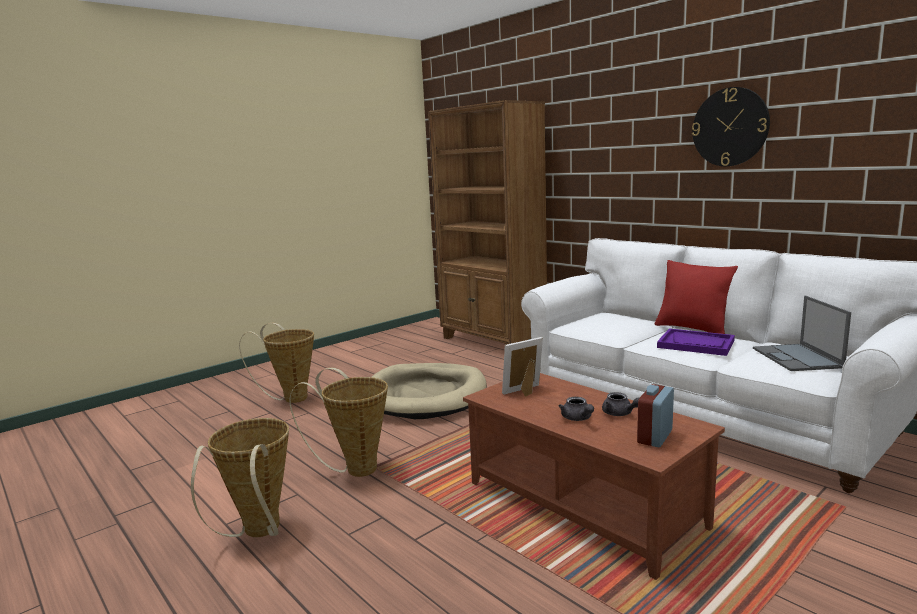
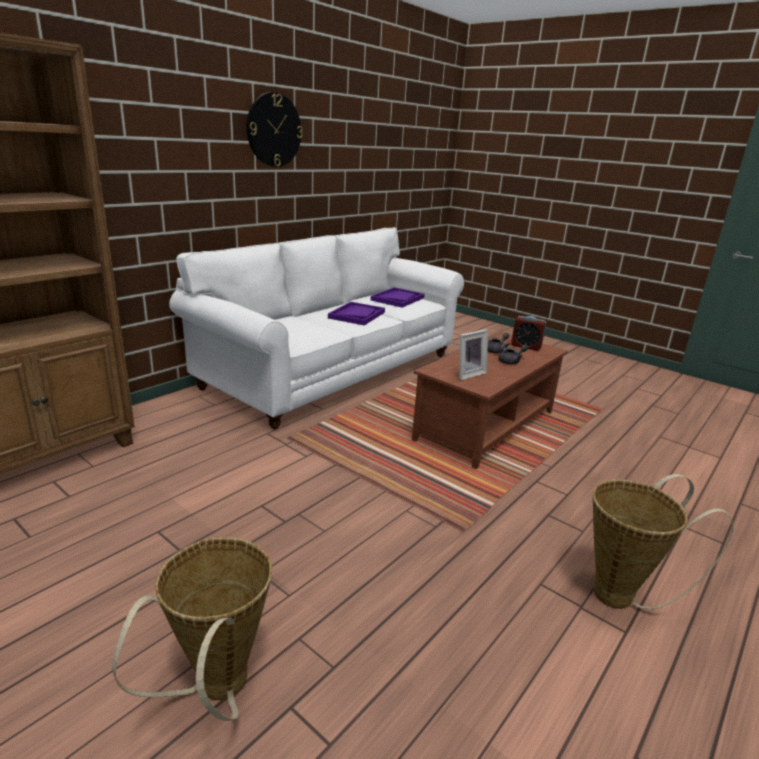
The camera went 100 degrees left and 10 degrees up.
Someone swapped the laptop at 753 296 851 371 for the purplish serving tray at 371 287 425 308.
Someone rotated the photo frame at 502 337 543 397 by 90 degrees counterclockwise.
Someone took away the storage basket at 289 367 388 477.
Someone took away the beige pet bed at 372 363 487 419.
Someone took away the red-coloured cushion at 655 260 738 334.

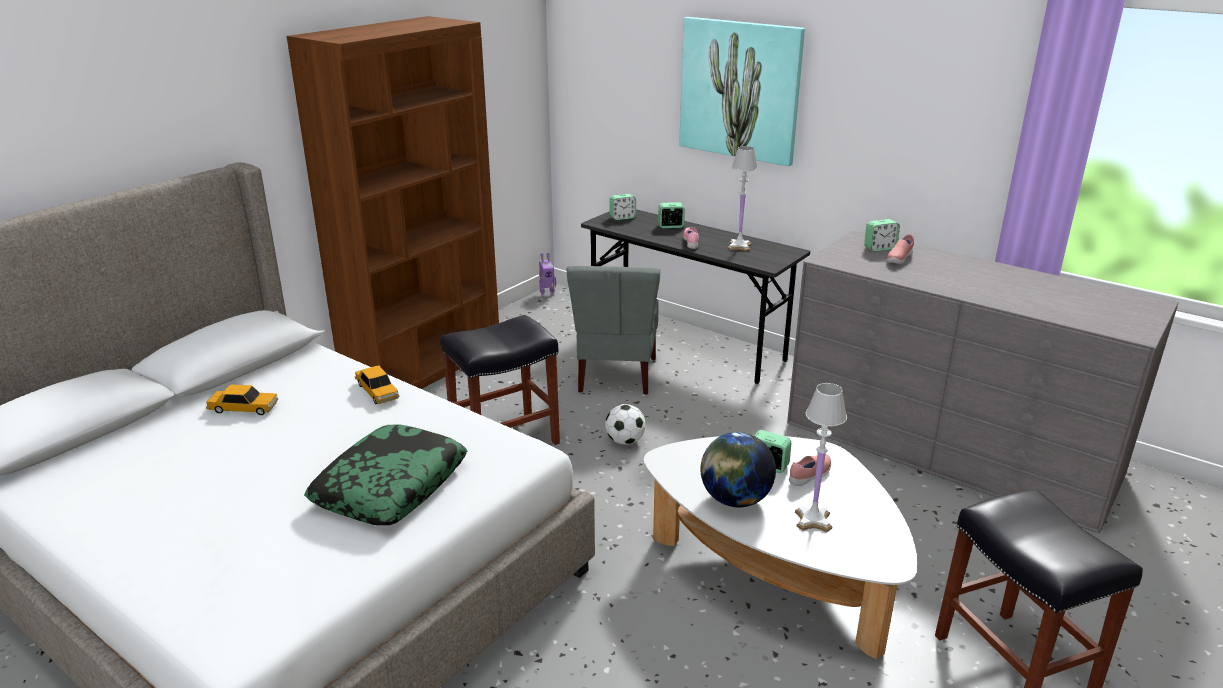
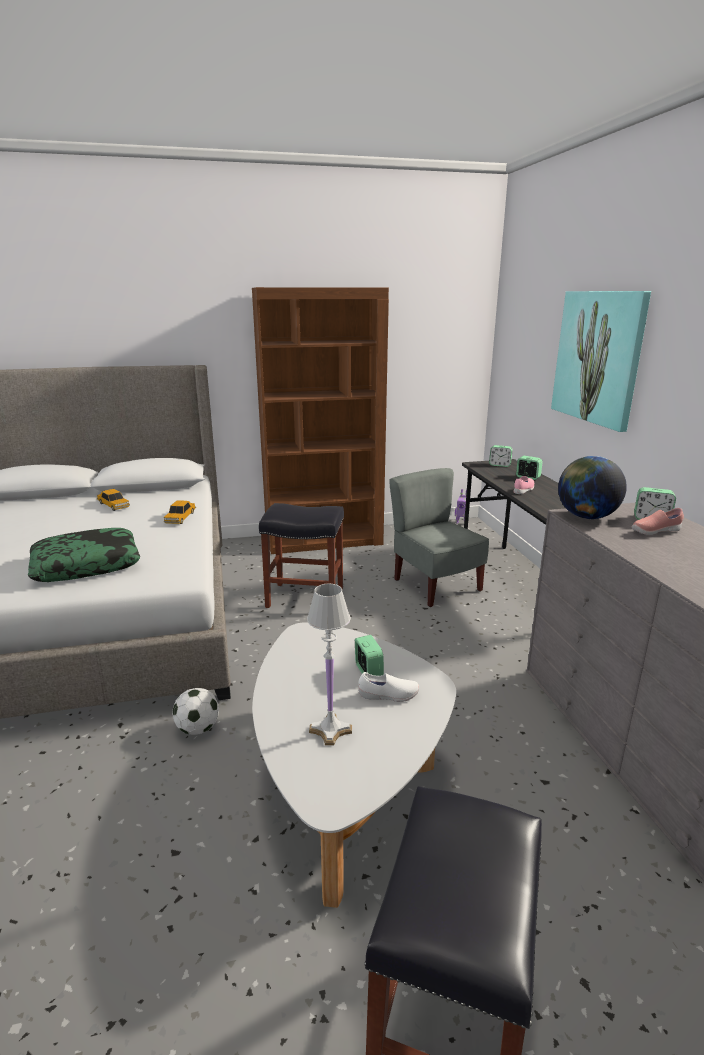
The camera went 40 degrees right and 5 degrees down.
Someone carried the ball for football from 605 404 646 445 to 172 688 219 735.
Someone repainted the pink low shoe at 789 454 831 486, which became the white low shoe at 358 672 419 702.
Someone rotated the grey chair at 567 266 661 395 by 105 degrees clockwise.
Someone carried the world globe from 701 432 776 507 to 558 456 627 519.
Someone took away the white lamp for a table at 727 146 758 252.

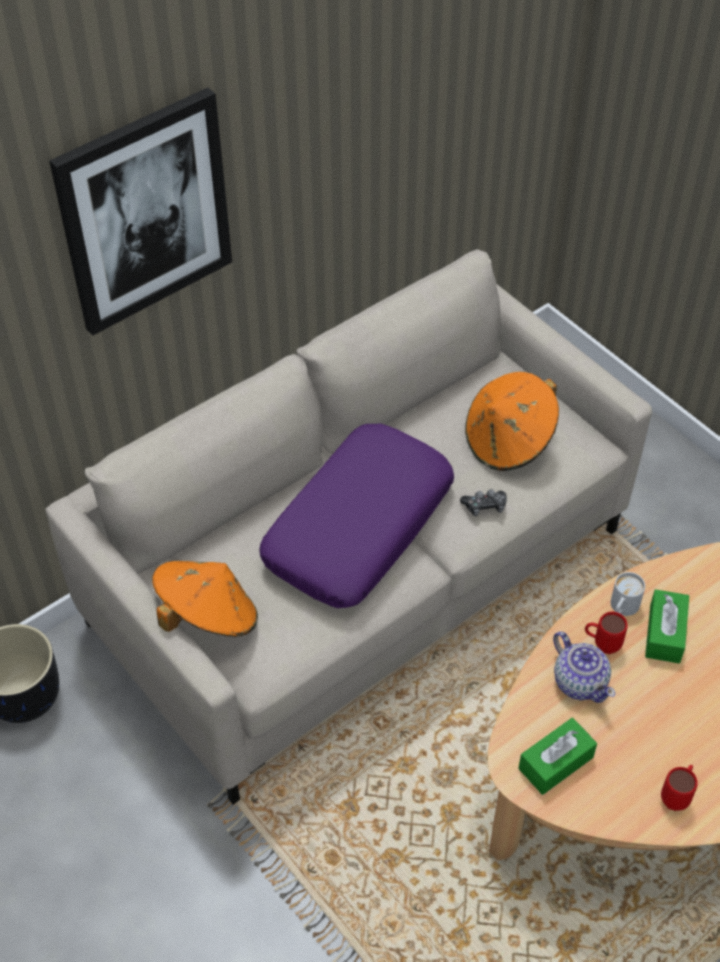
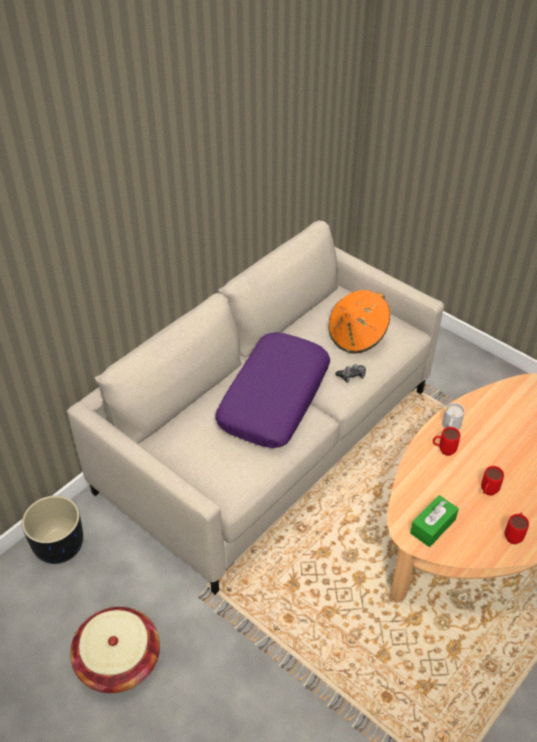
The camera went 10 degrees left and 5 degrees down.
Someone put down the storage basket at 70 607 160 693.
Someone put down the red-coloured mug at 481 466 504 496.
Someone took away the picture at 49 87 232 335.
Someone took away the orange-coloured clothing hat at 152 561 258 637.
Someone took away the tea pot at 553 631 615 703.
Someone took away the green-coloured box of tissues at 645 589 689 664.

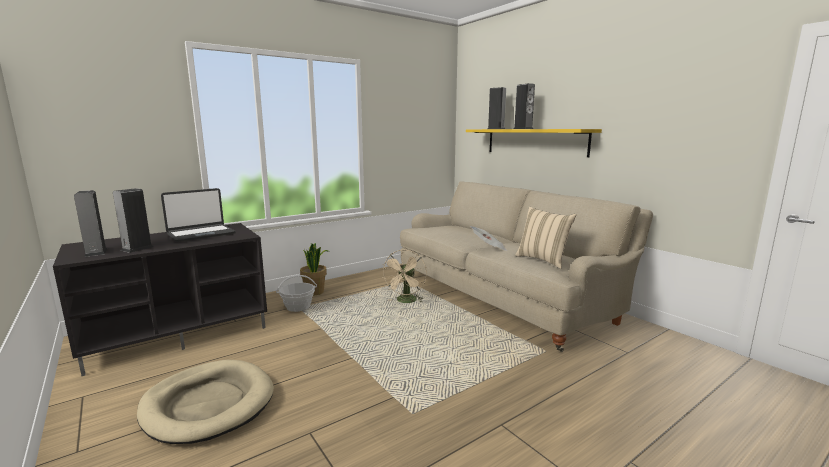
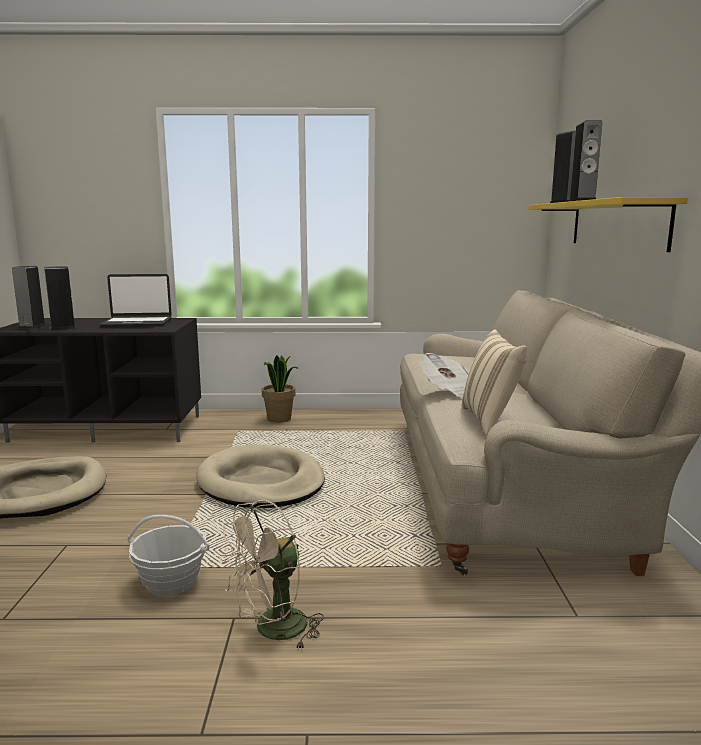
The camera went 35 degrees right and 0 degrees up.
Someone carried the storage basket from 276 275 317 312 to 127 515 209 596.
Someone put down the beige pet bed at 196 444 325 508.
Someone carried the beige electric fan from 382 250 427 303 to 220 500 324 650.

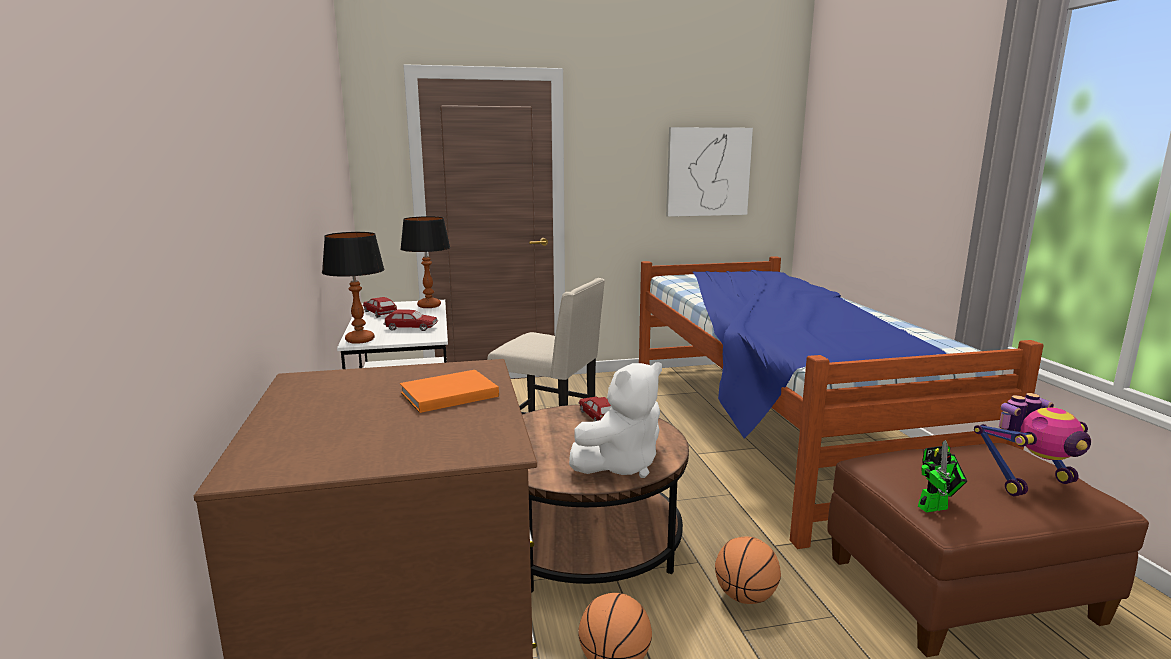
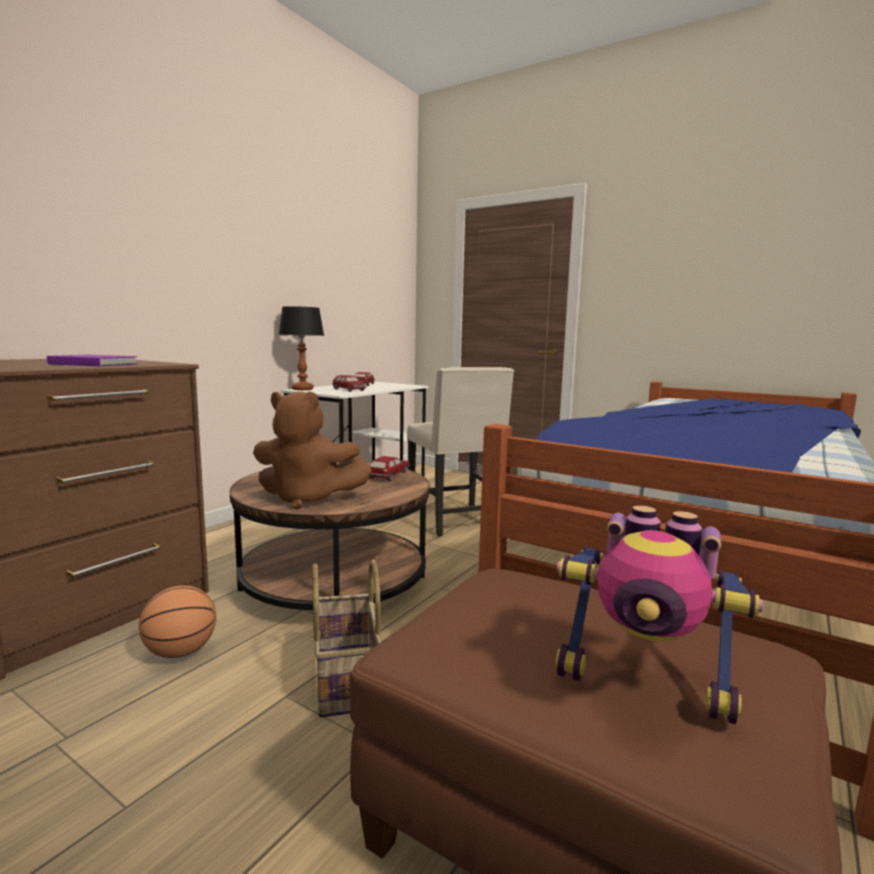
The camera went 45 degrees right and 5 degrees down.
Someone repainted the orange-coloured volume at 400 370 499 413, which became the purplish volume at 47 355 138 366.
Someone repainted the white soft toy at 569 362 662 478, which became the brown-coloured soft toy at 253 391 372 509.
Someone swapped the basketball ball at 715 537 781 604 for the storage basket at 312 560 382 718.
Someone took away the lamp for a table at 400 216 451 308.
Someone took away the picture at 666 127 753 217.
Someone took away the toy robot at 918 440 967 513.

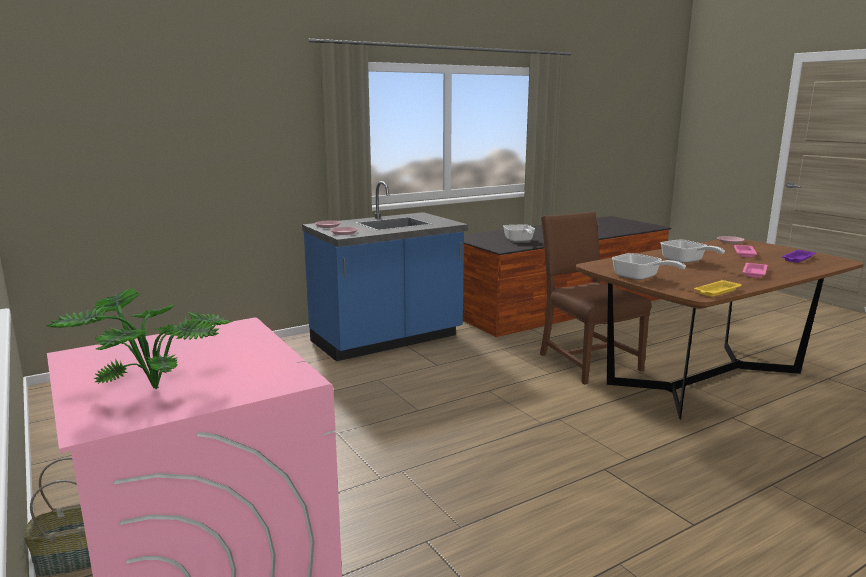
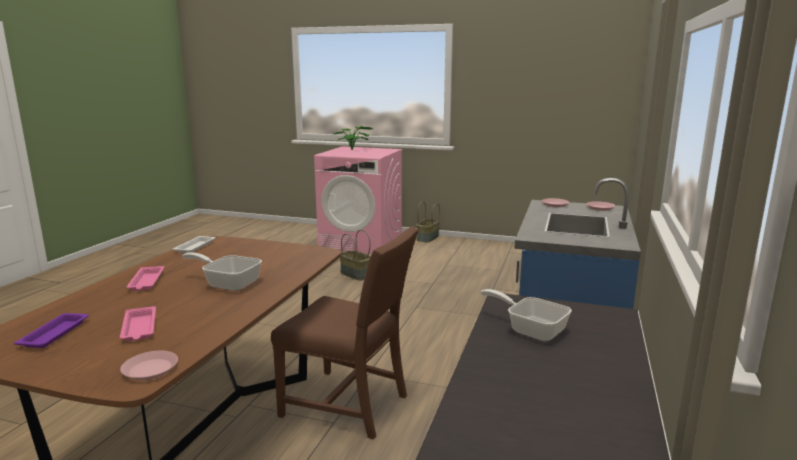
The camera went 140 degrees right and 0 degrees up.
Someone repainted the yellow-coloured serving tray at 694 280 742 297, which became the white serving tray at 172 236 216 253.
Someone put down the storage basket at 340 230 370 280.
Someone took away the skillet at 612 253 686 280.

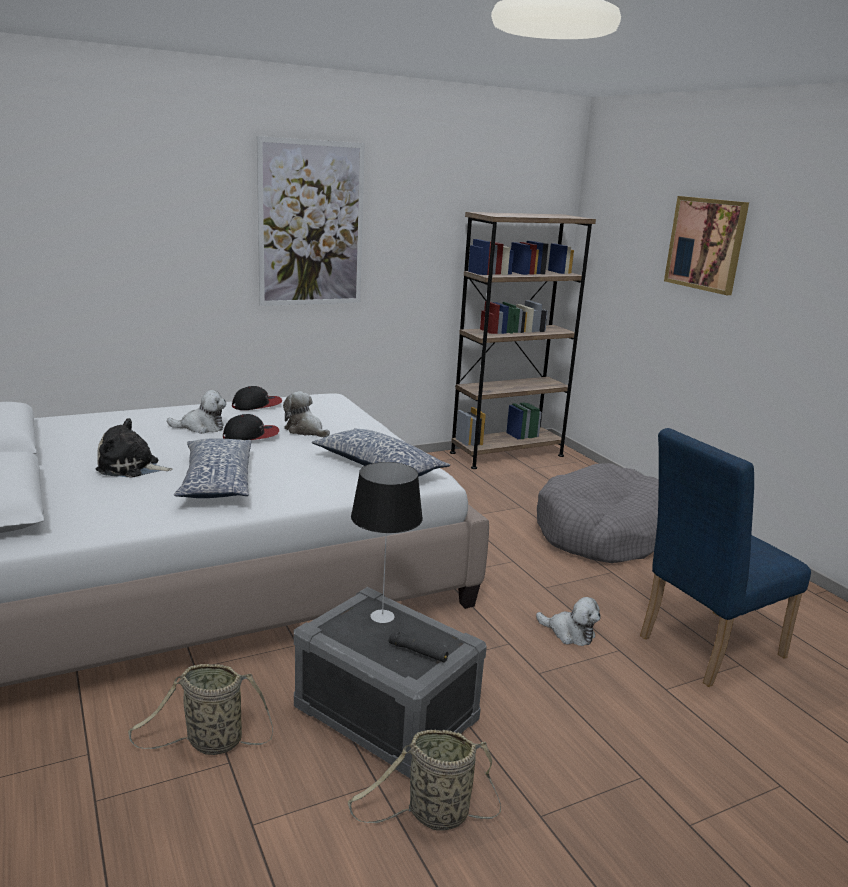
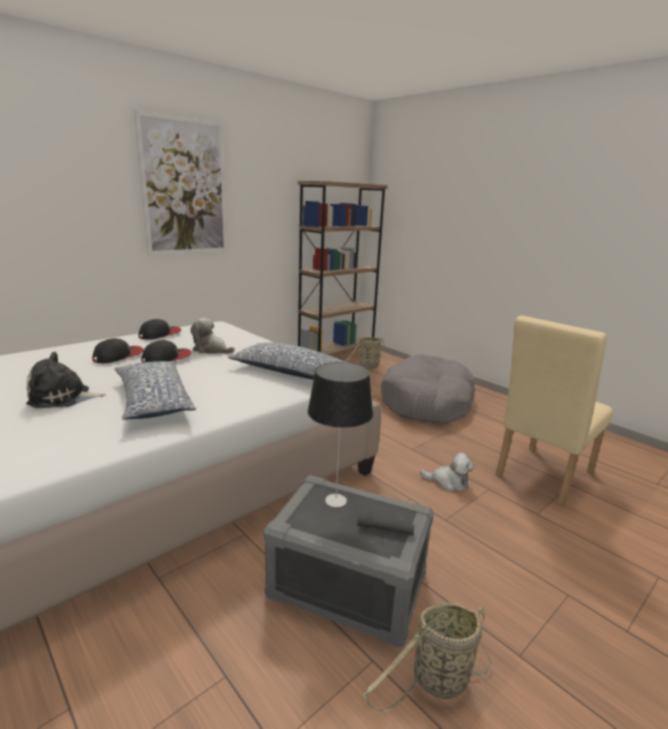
The camera went 15 degrees left and 0 degrees up.
Someone swapped the soft toy at 167 390 226 434 for the peaked cap at 92 338 144 363.
Someone carried the storage basket from 128 664 273 755 to 346 337 388 369.
Someone repainted the blue chair at 640 428 811 687, which became the beige chair at 495 315 613 506.
Someone took away the picture at 664 196 749 295.

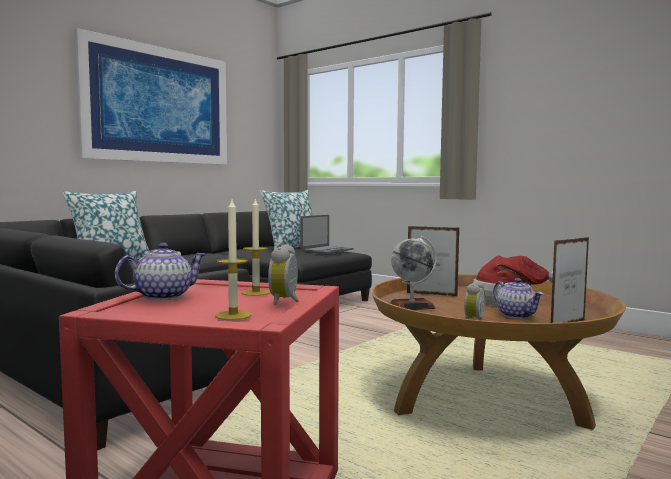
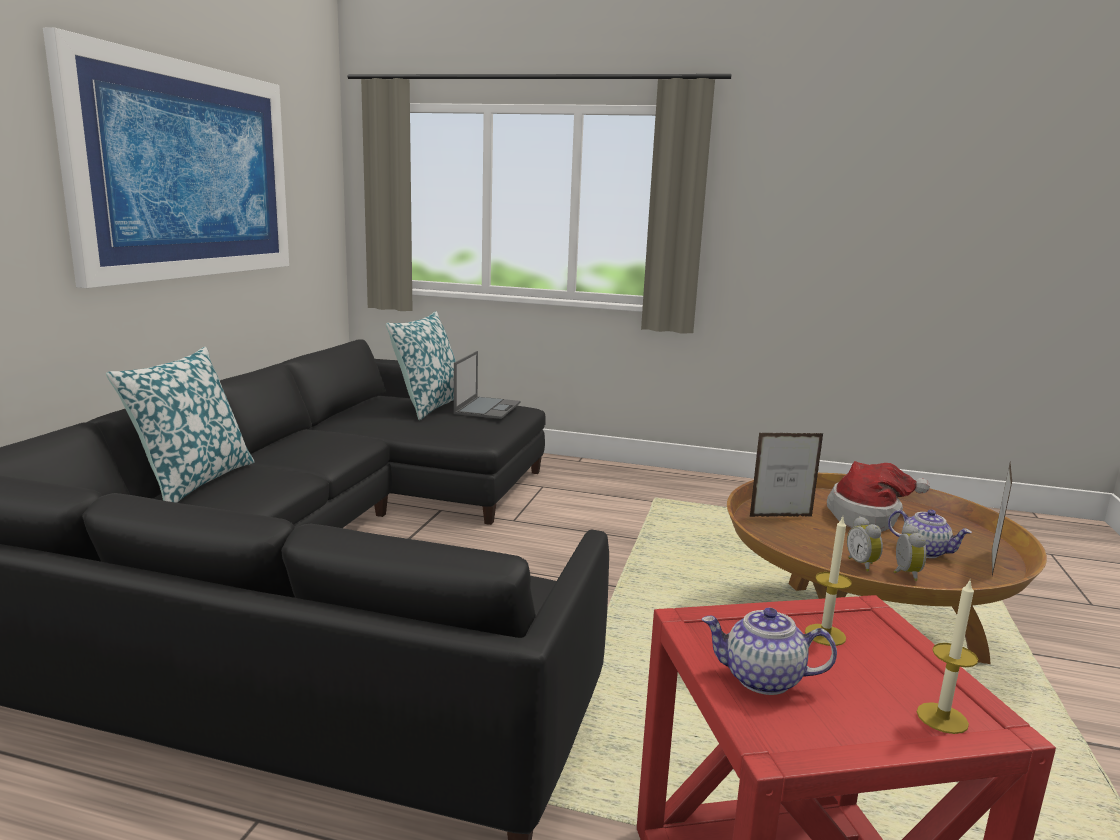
The camera went 25 degrees left and 10 degrees up.
Someone rotated the tea pot at 115 243 206 300 by 105 degrees counterclockwise.
Someone carried the alarm clock from 268 244 299 305 to 847 516 883 572.
Someone took away the world globe at 390 236 437 310.

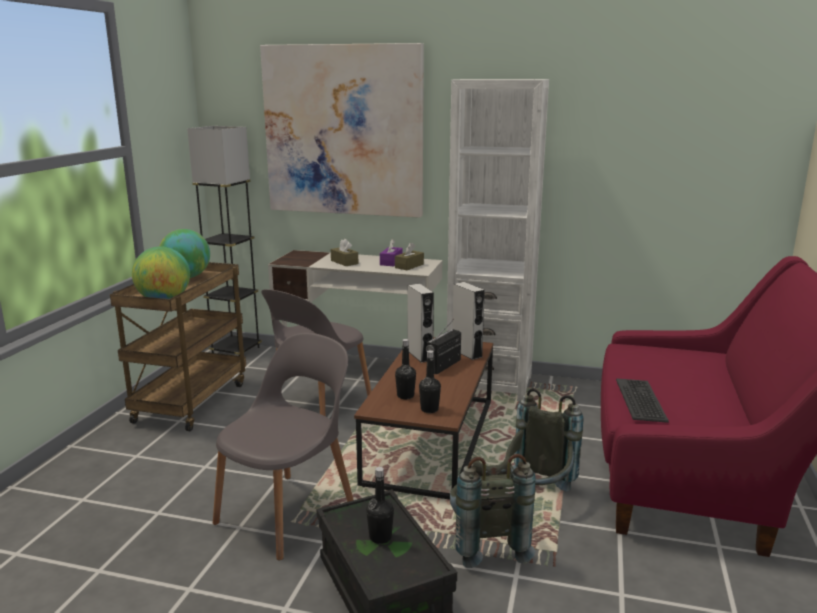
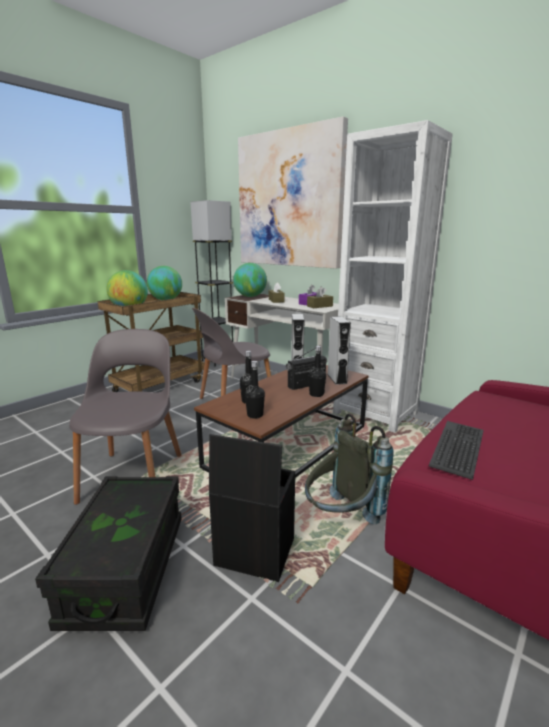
The camera went 25 degrees right and 0 degrees up.
Someone rotated the grey chair at 213 333 354 560 by 60 degrees counterclockwise.
Someone swapped the grey backpack at 450 454 536 568 for the black storage box at 209 434 295 582.
Someone put down the world globe at 233 263 267 297.
Someone carried the black beverage bottle from 366 467 394 544 to 308 346 326 397.

